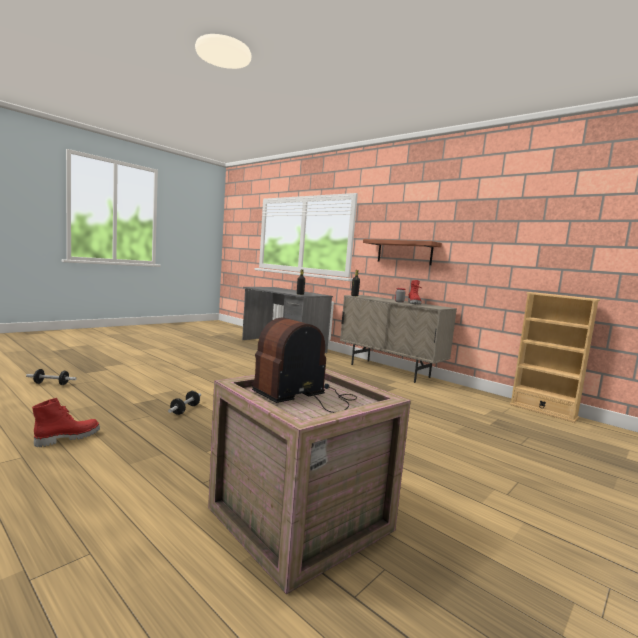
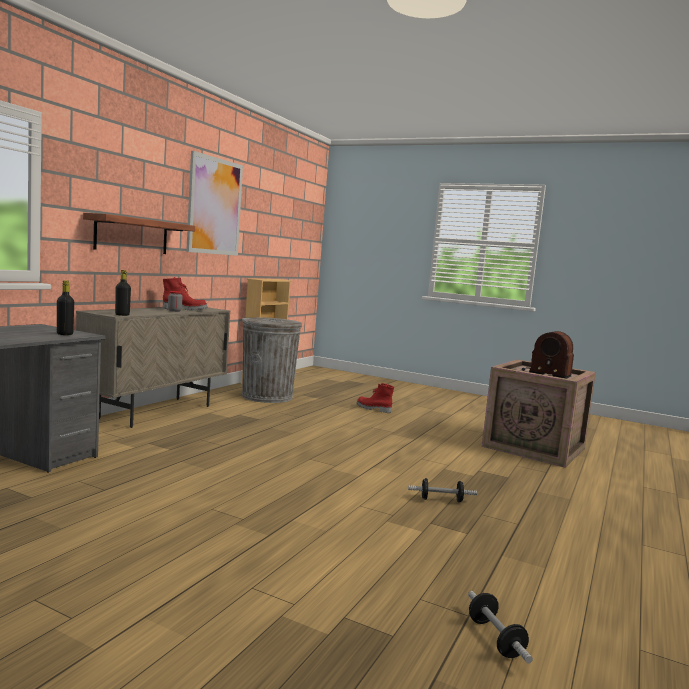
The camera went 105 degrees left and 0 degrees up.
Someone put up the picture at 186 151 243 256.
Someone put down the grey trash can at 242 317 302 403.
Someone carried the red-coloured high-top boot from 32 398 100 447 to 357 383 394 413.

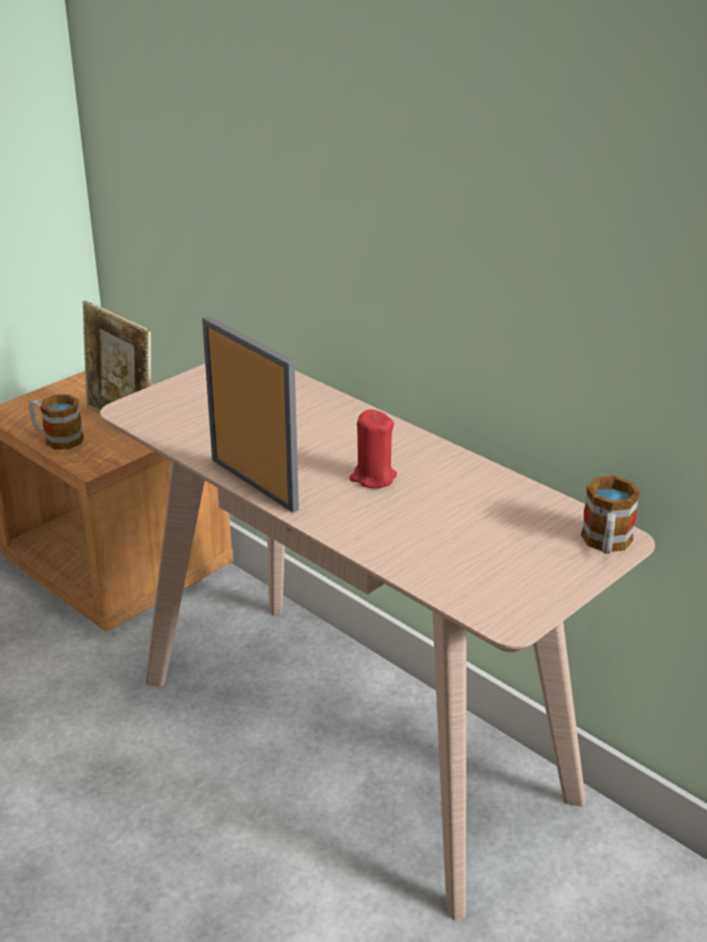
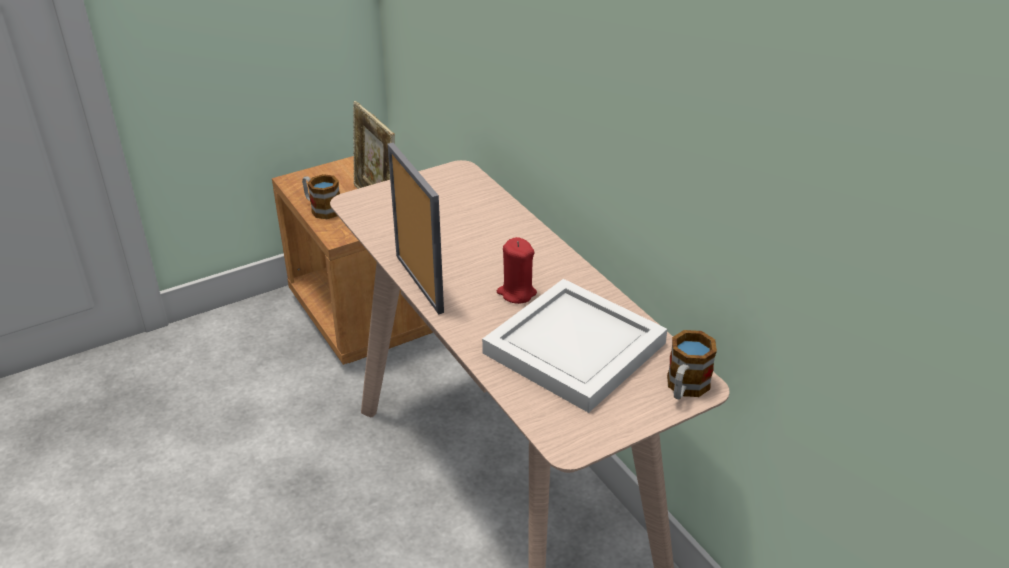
The camera went 15 degrees right and 5 degrees up.
Someone put down the white serving tray at 482 279 667 413.

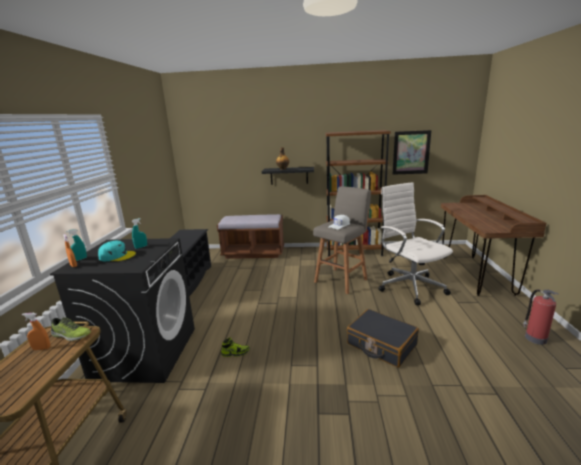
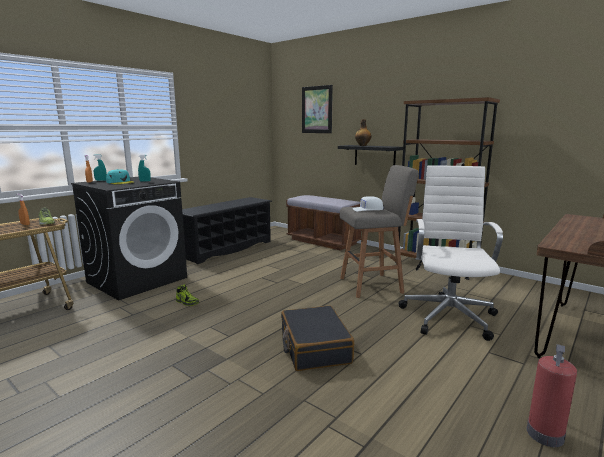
The camera went 35 degrees right and 5 degrees down.
Someone carried the picture from 393 130 431 175 to 302 85 333 133.

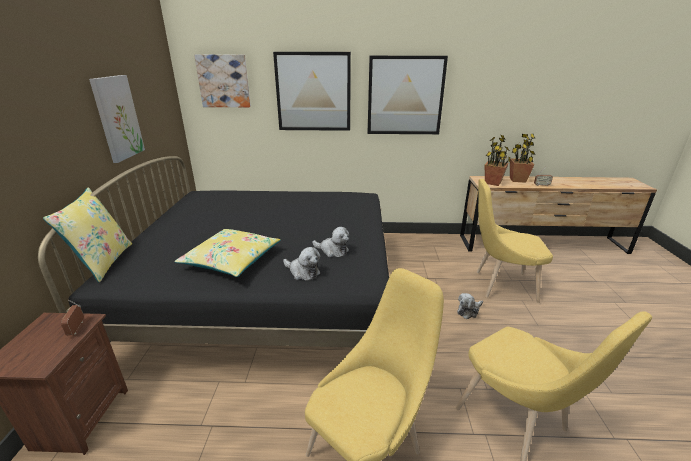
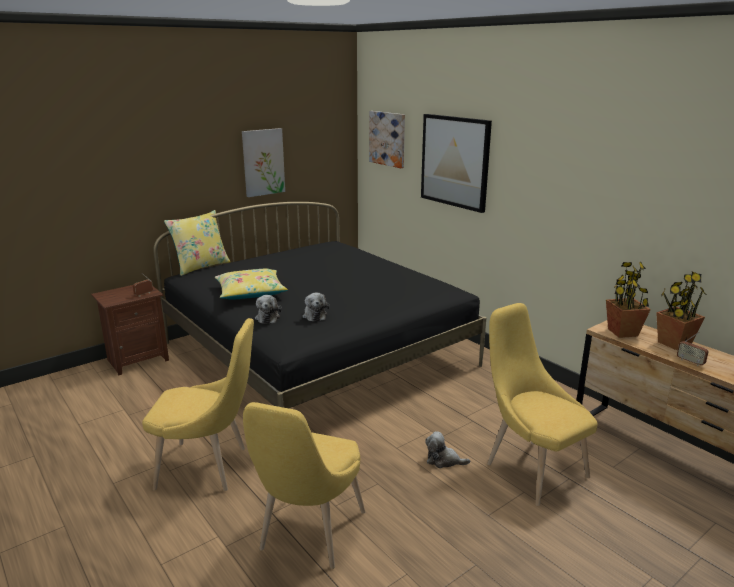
The camera went 50 degrees right and 5 degrees down.
Someone took away the picture at 368 56 448 134.

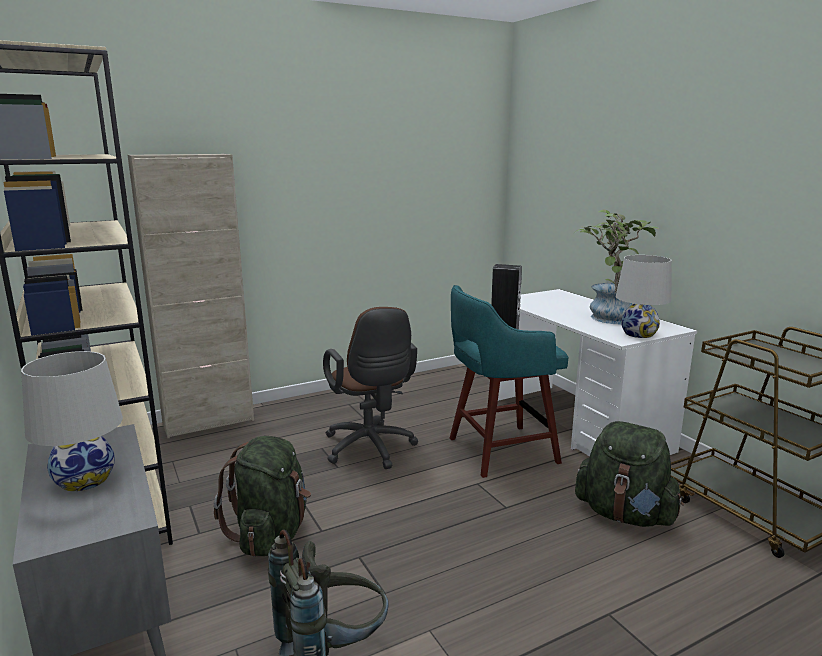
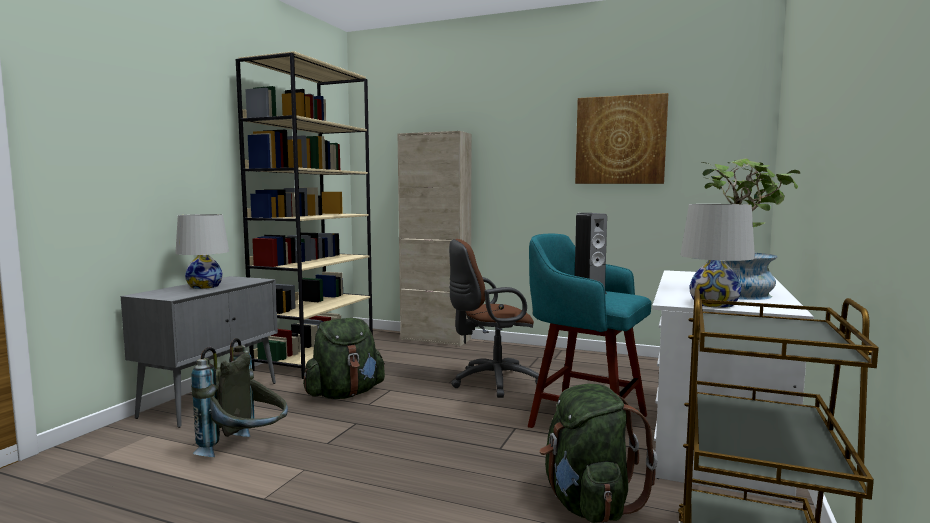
The camera went 50 degrees right and 10 degrees down.
Someone rotated the brown-coloured computer chair at 323 307 418 469 by 45 degrees clockwise.
Someone put up the picture at 575 93 668 184.

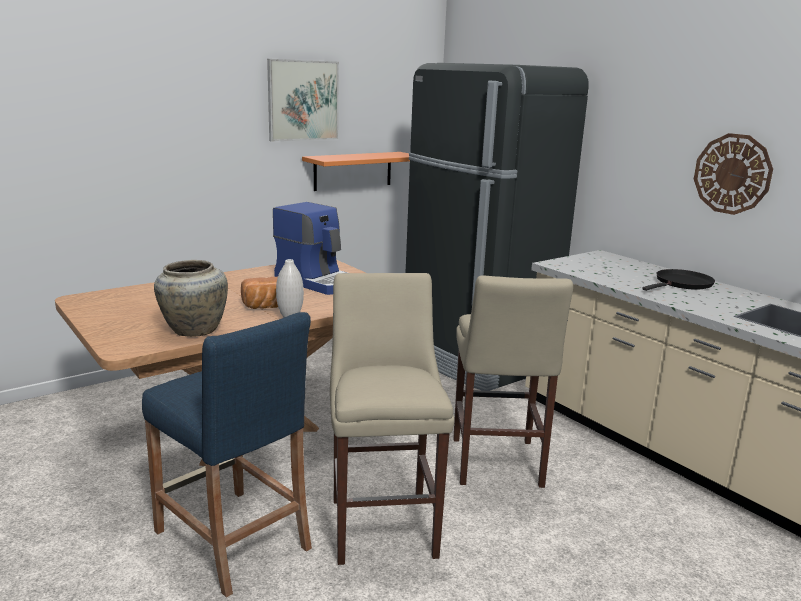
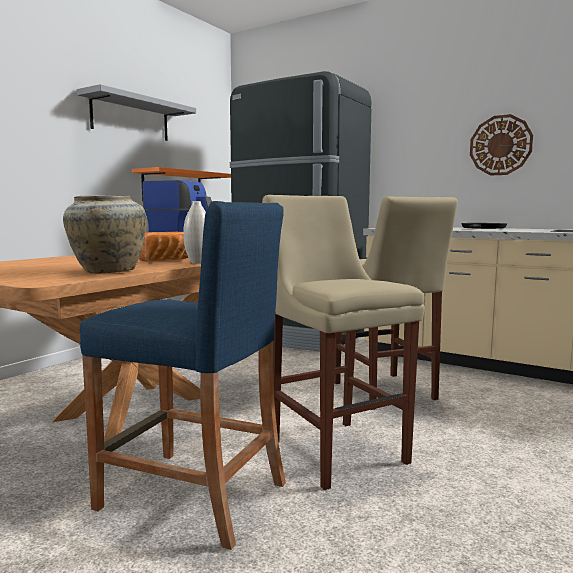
The camera went 20 degrees left and 10 degrees down.
Someone swapped the picture at 267 59 339 142 for the grey bracket shelf at 77 84 196 141.

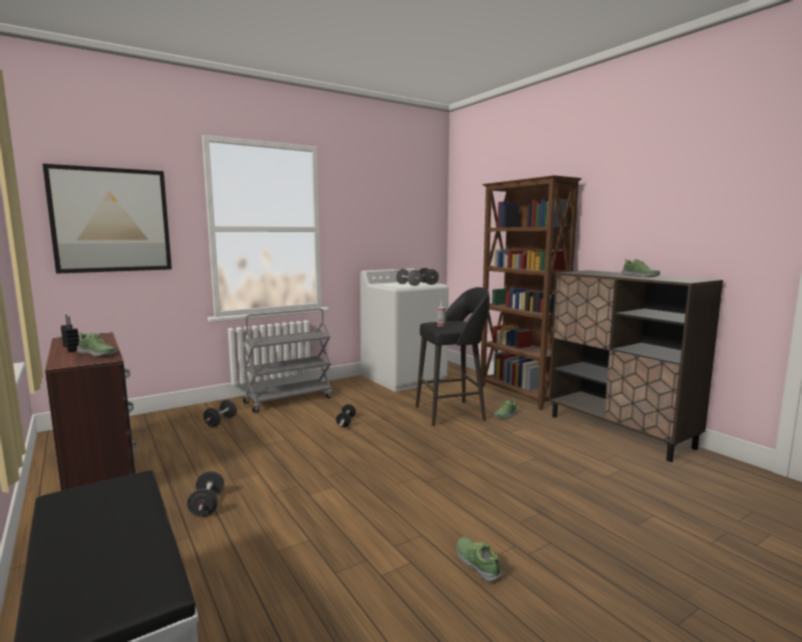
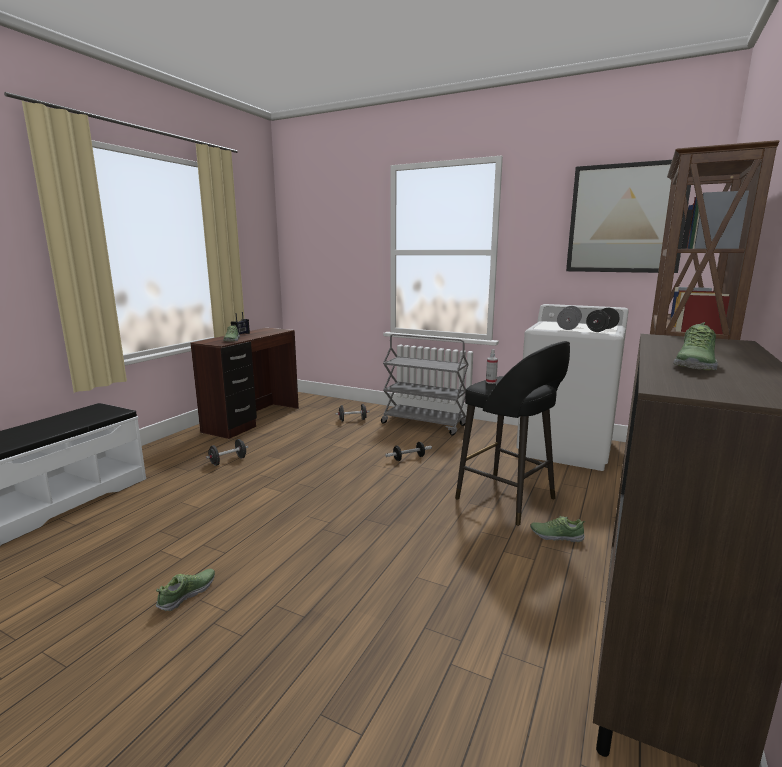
The camera went 60 degrees right and 5 degrees up.
Someone carried the picture from 43 164 172 274 to 566 160 691 273.

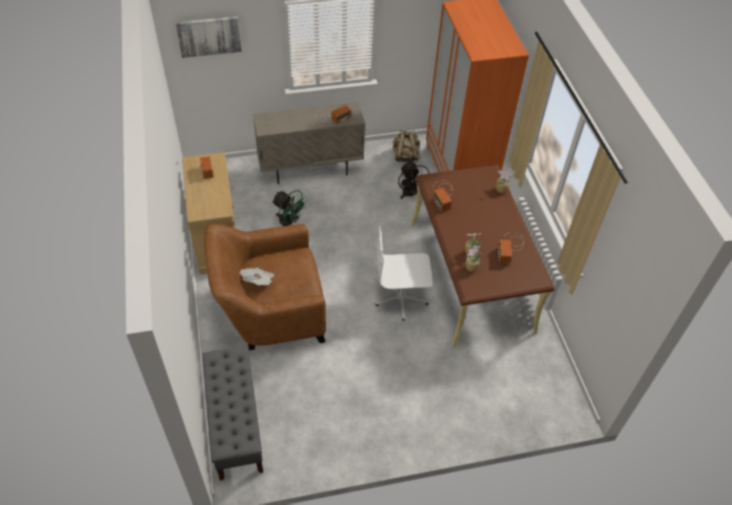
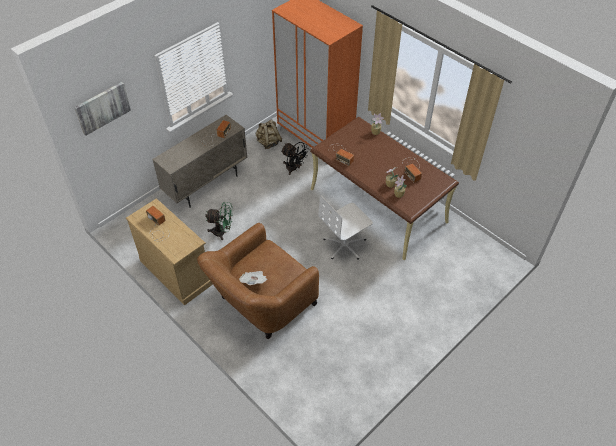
The camera went 30 degrees left and 0 degrees up.
Someone took away the grey bench at 202 346 263 481.

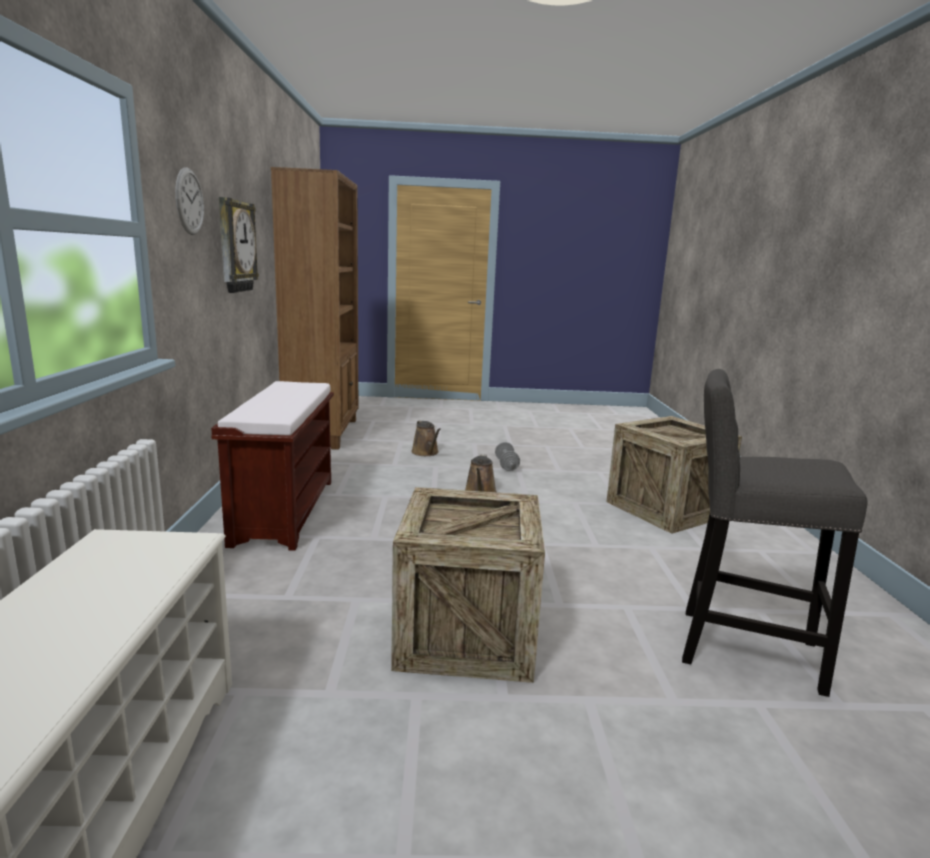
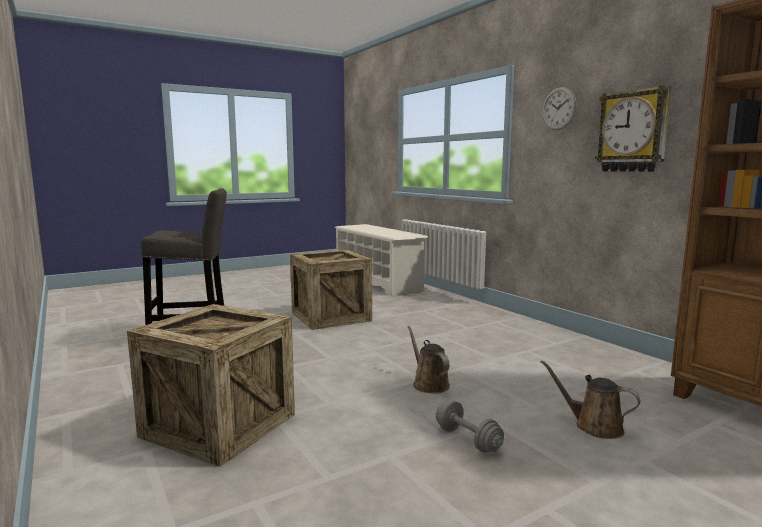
The camera went 150 degrees right and 5 degrees down.
Someone took away the brown-coloured bench at 211 381 334 551.

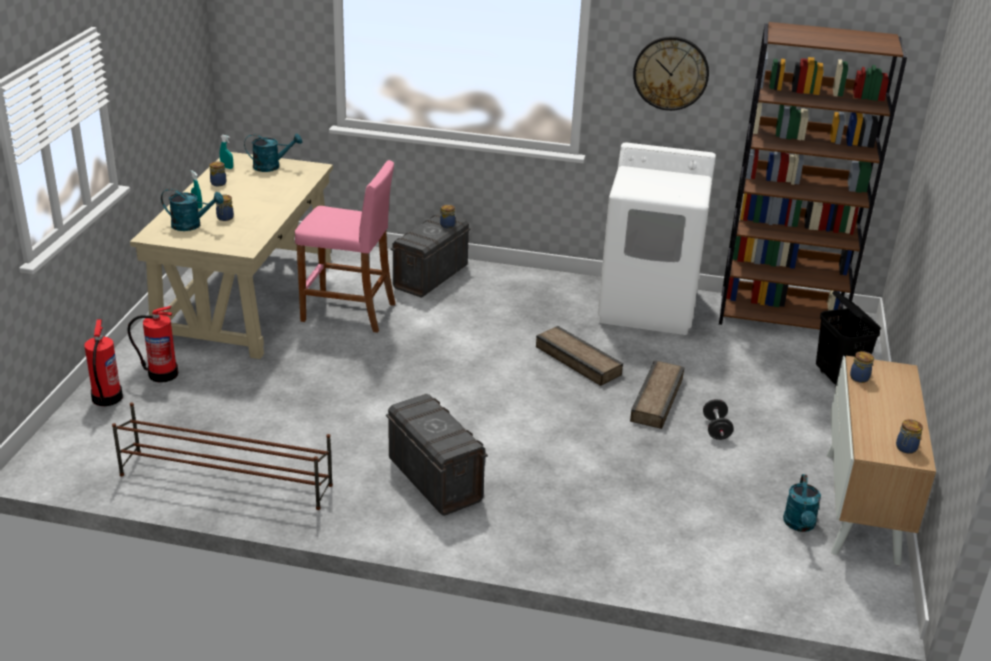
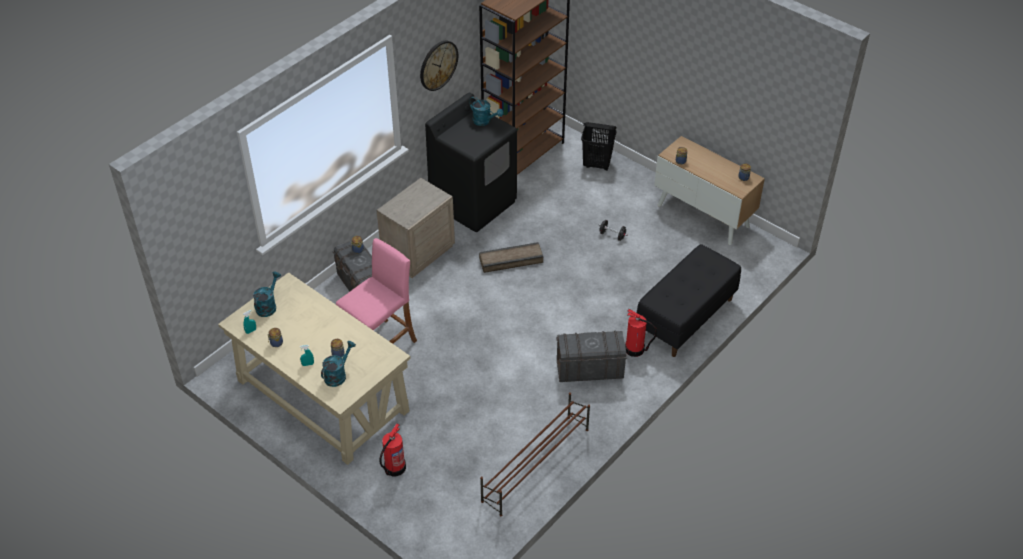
The camera went 60 degrees left and 15 degrees up.
Someone put down the beige bedside table at 377 178 455 278.
Someone repainted the white washing machine at 598 143 716 335, which became the black washing machine at 425 93 517 232.
Someone carried the blue-green watering pot from 783 474 821 532 to 469 97 503 126.
Someone carried the extinguisher from 84 319 123 406 to 625 309 657 357.
Someone put down the black bench at 637 244 741 357.
Someone took away the crate at 630 360 685 429.

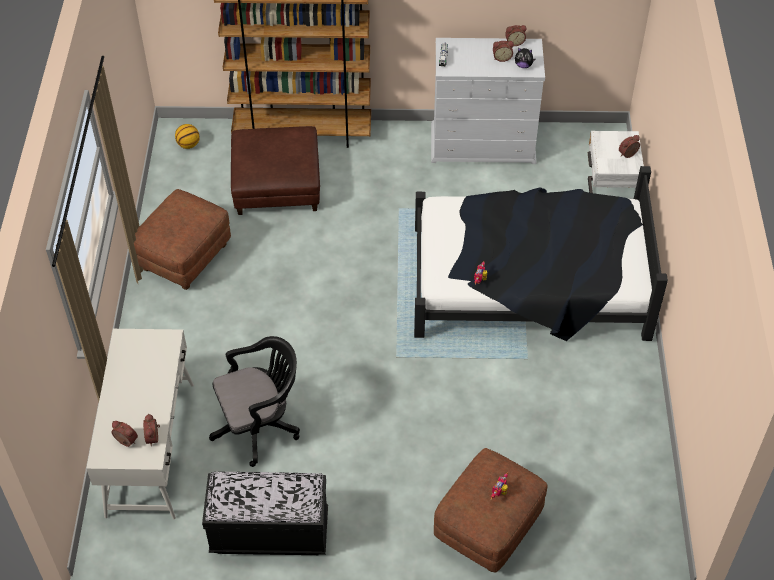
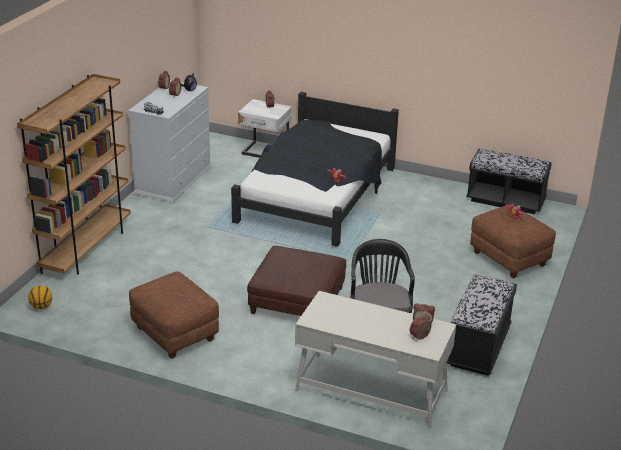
The camera went 70 degrees left and 20 degrees down.
Someone carried the brown-coloured pouffe from 231 126 320 215 to 247 246 346 316.
Someone put down the black bench at 466 149 552 214.

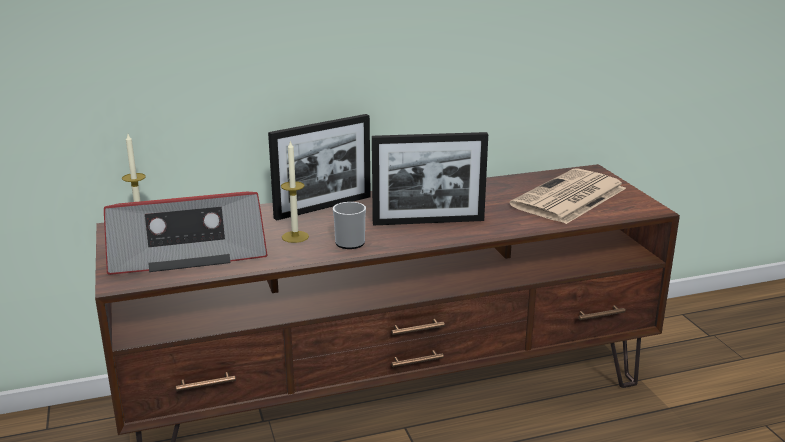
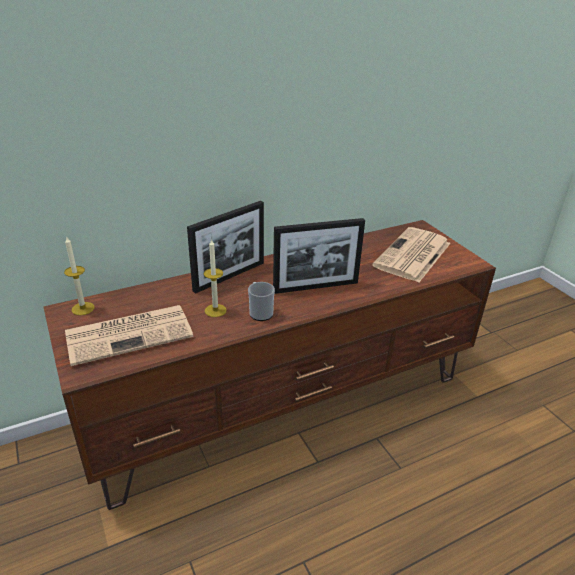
The camera went 10 degrees left and 10 degrees up.
Someone swapped the radio set at 104 192 267 275 for the daily paper at 65 305 193 366.

